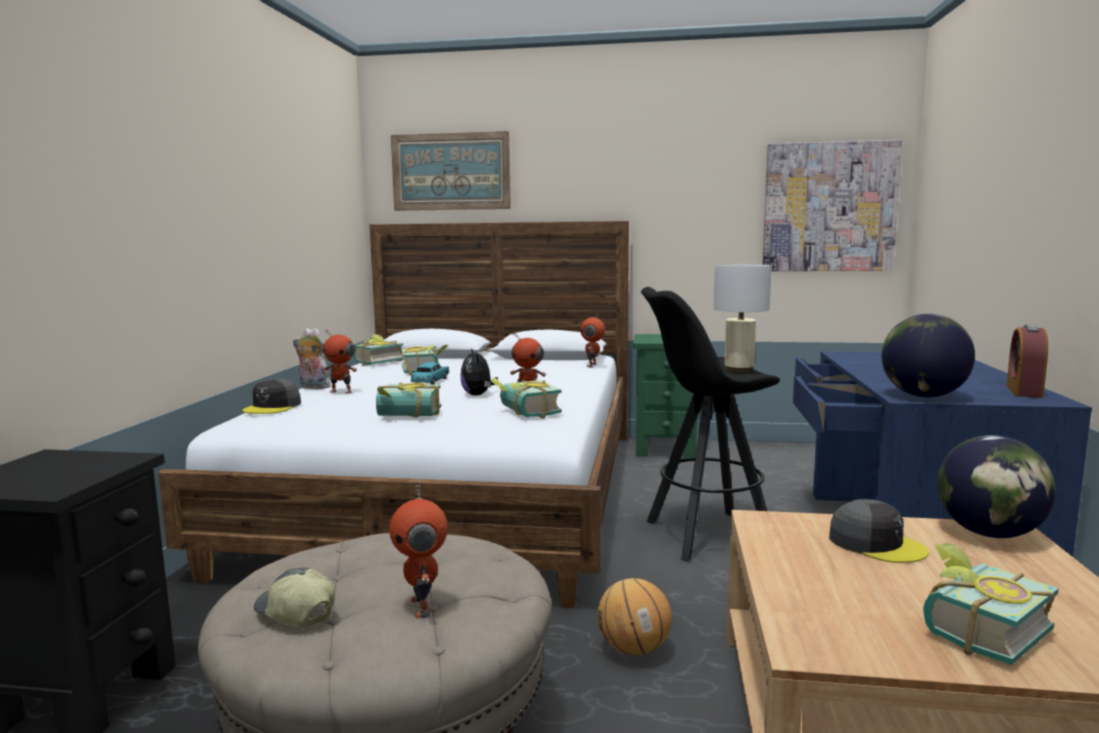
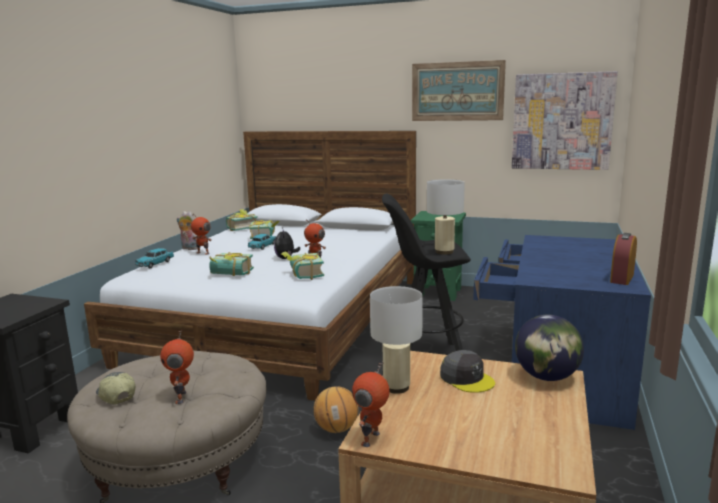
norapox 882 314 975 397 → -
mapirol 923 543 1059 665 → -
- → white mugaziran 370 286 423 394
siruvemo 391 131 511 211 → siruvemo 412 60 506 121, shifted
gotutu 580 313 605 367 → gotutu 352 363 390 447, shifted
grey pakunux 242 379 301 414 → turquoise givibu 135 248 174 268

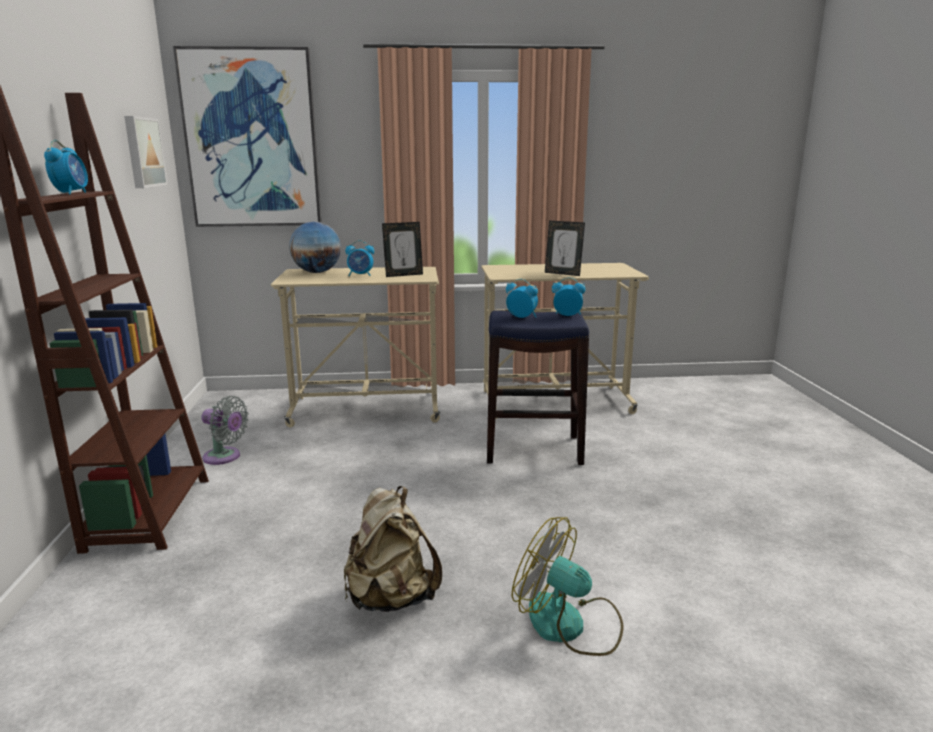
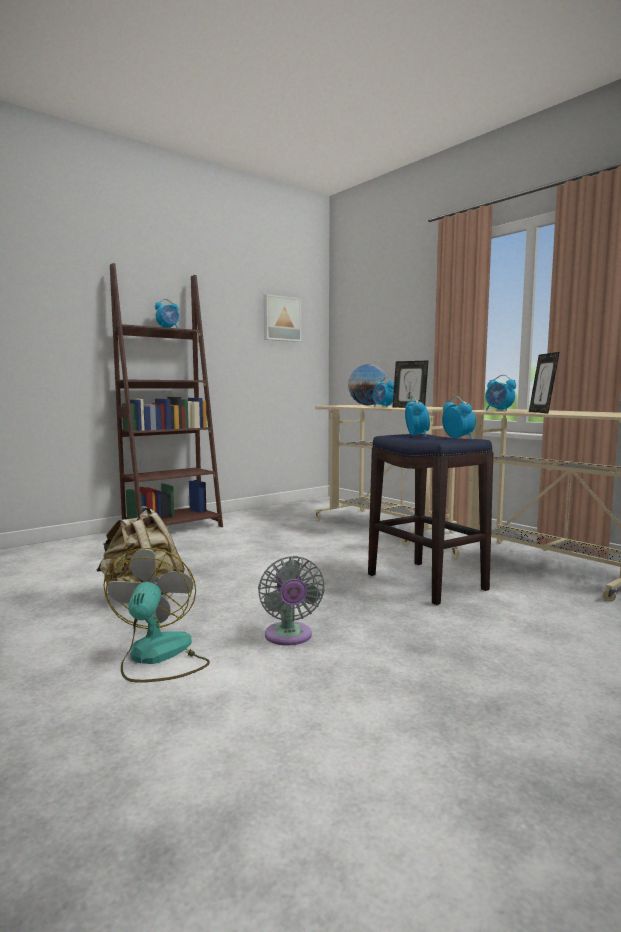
siruvemo 173 46 322 227 → -
- → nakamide 485 375 516 411
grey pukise 201 396 249 465 → grey pukise 258 556 325 646, shifted

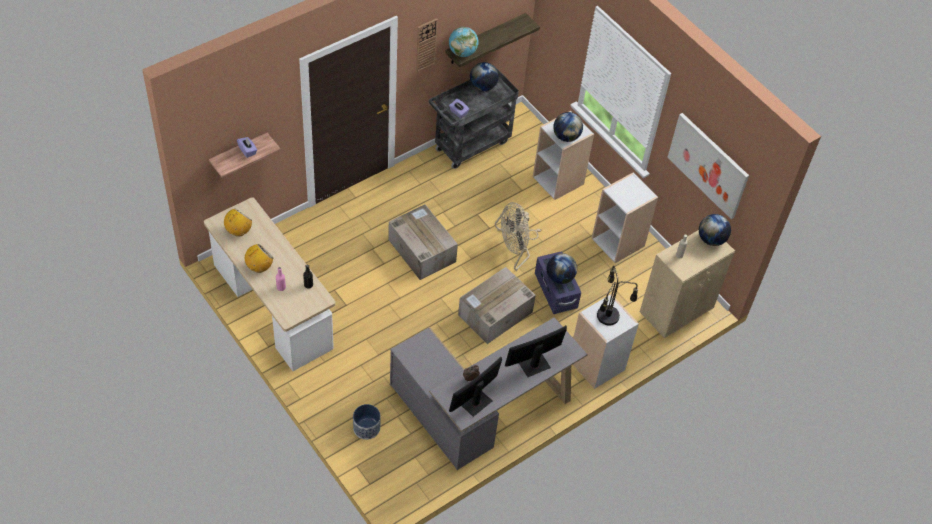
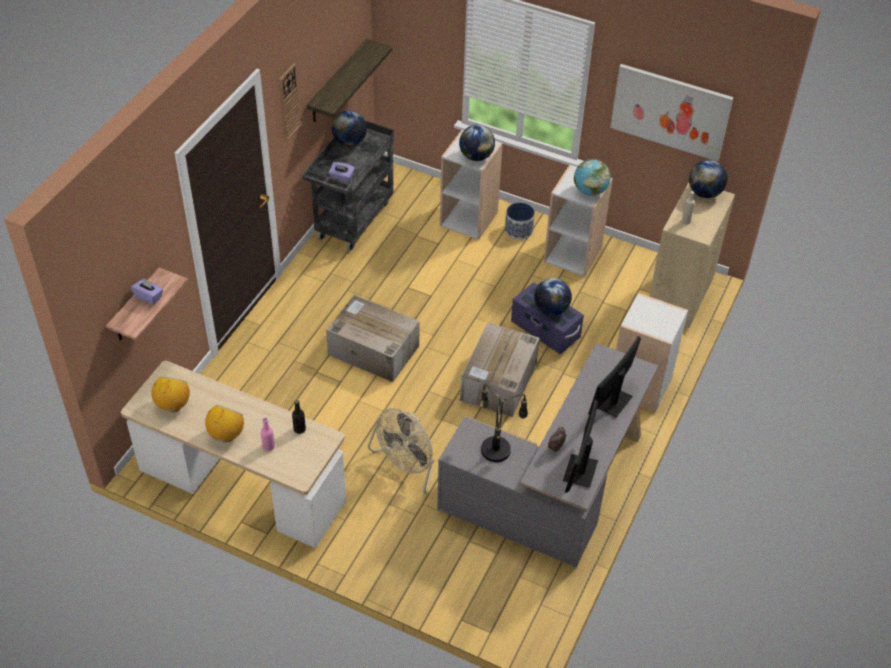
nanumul 353 404 381 440 → nanumul 505 202 535 240, shifted
norapox 449 27 479 57 → norapox 574 159 611 196, shifted
beige pukise 495 202 542 271 → beige pukise 368 408 434 494, shifted
mugaziran 597 266 638 325 → mugaziran 480 384 528 462, shifted

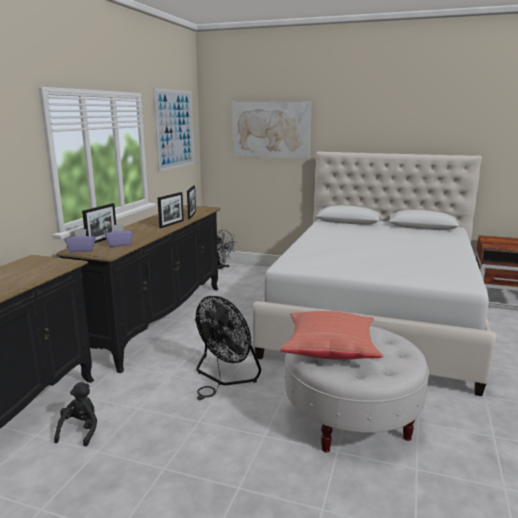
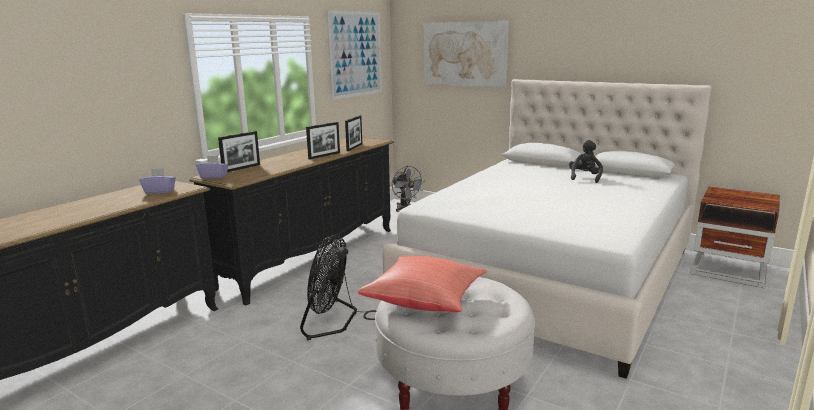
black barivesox 54 382 97 446 → black barivesox 569 140 603 183, shifted
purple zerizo 105 224 133 247 → purple zerizo 139 168 176 194, shifted
black pukise 195 296 261 401 → black pukise 300 234 377 341, 135 degrees counterclockwise

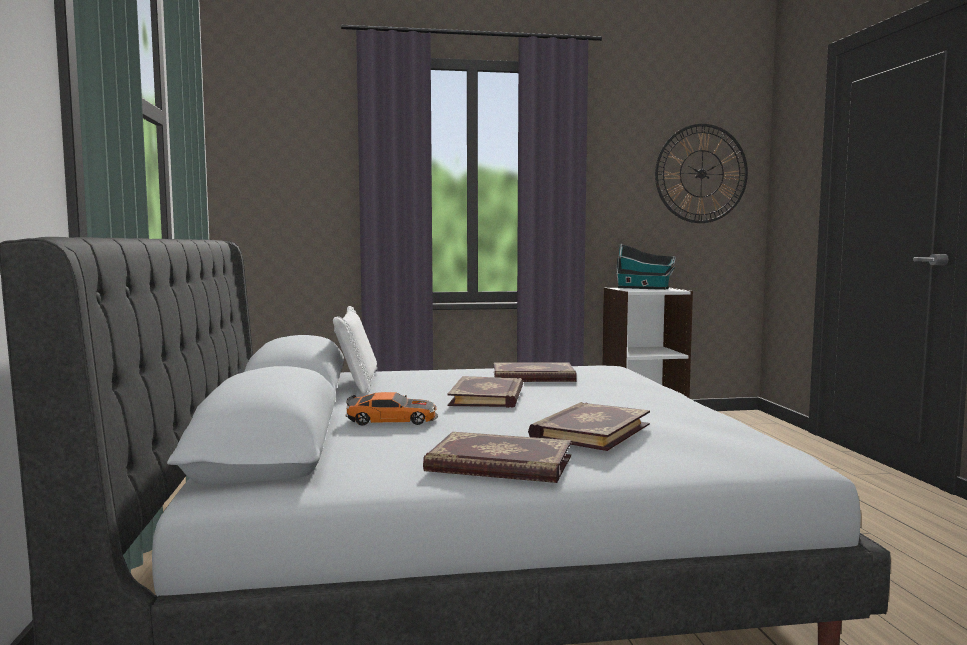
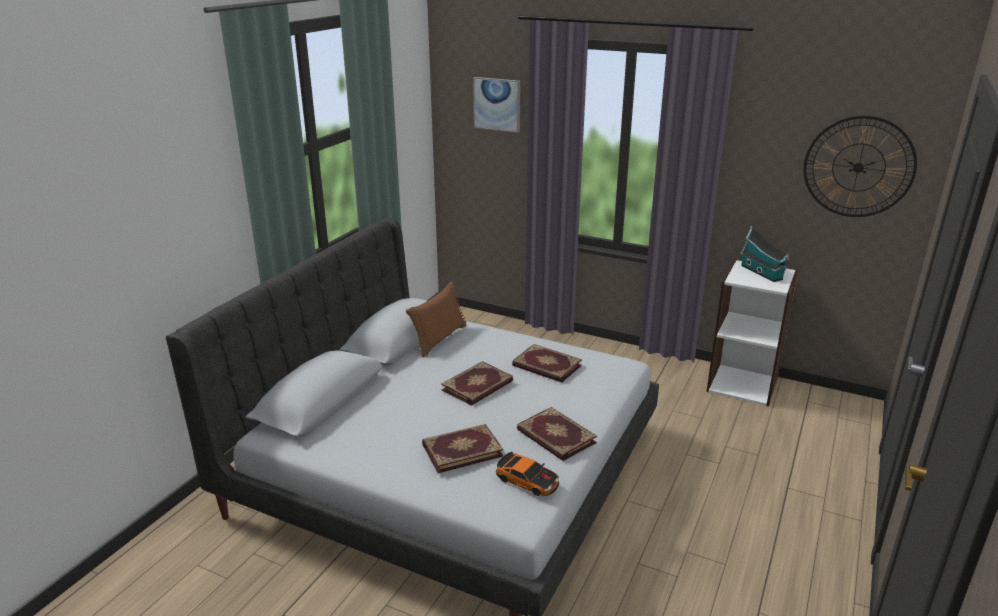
- → siruvemo 473 77 520 133
givibu 346 392 438 426 → givibu 496 452 559 496, shifted
mapirol 423 432 571 483 → mapirol 517 407 597 461, shifted
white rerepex 333 306 378 394 → brown rerepex 406 282 466 357

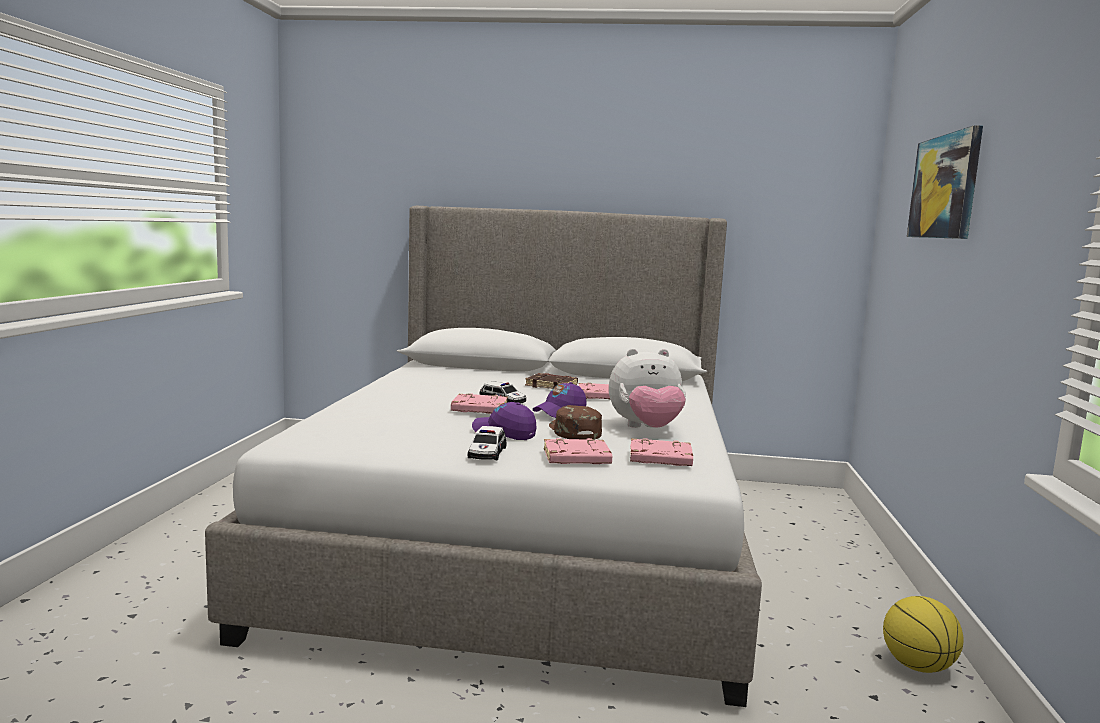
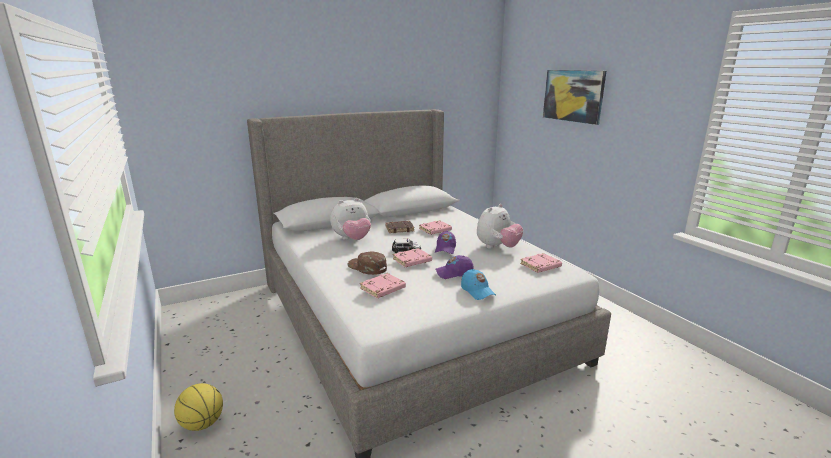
- → barivesox 330 198 371 240
pink mapirol 544 438 612 464 → pink mapirol 360 273 406 298, shifted
brown pakunux 549 405 602 440 → brown pakunux 348 251 387 275, shifted
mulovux 883 596 963 673 → mulovux 174 383 223 431, shifted
givibu 467 426 507 461 → blue pakunux 461 269 496 300

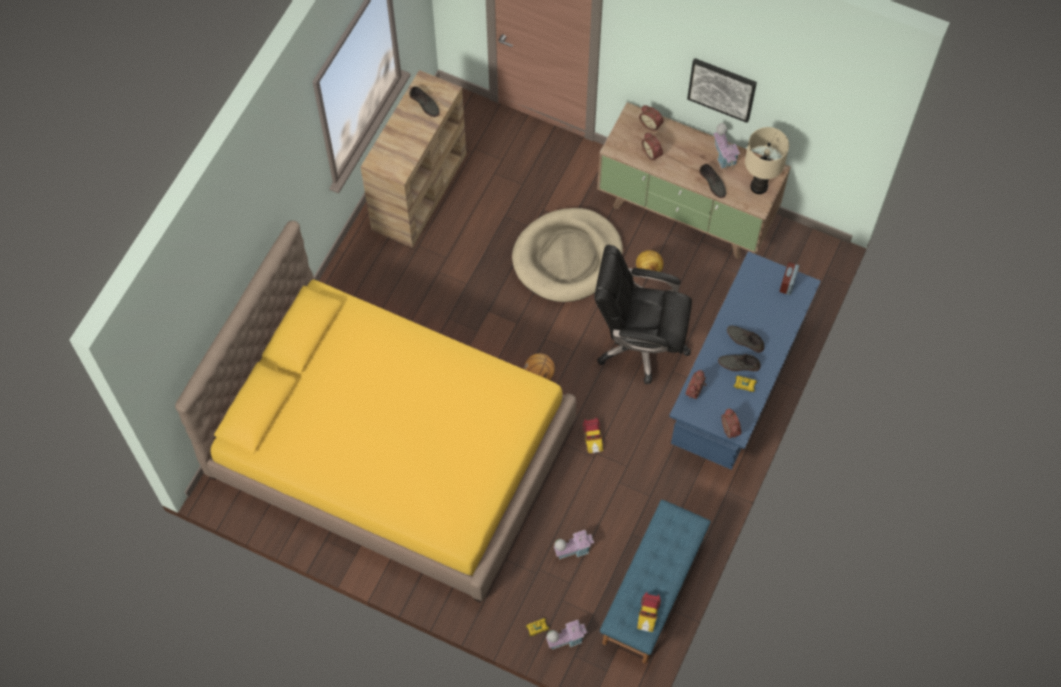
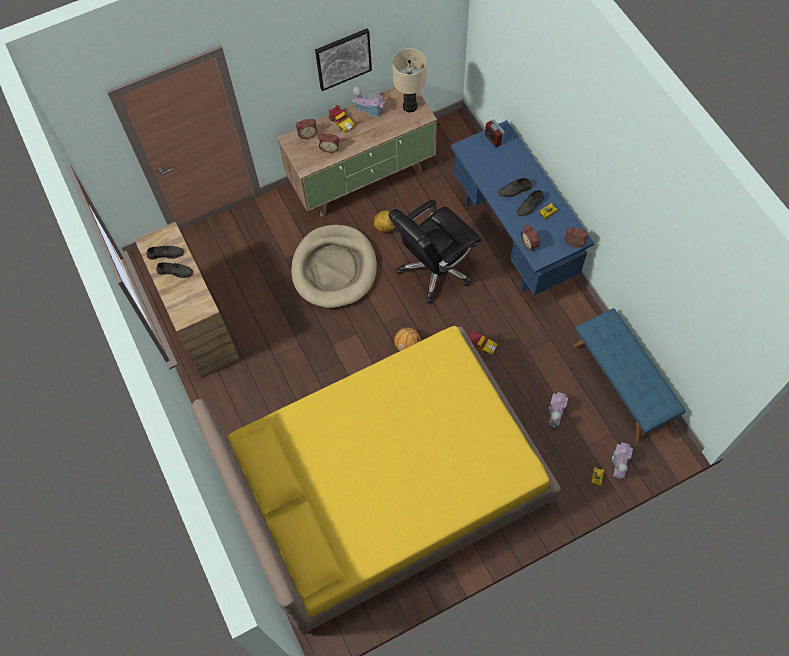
givibu 637 592 661 632 → givibu 329 105 355 132, shifted
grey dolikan 699 164 726 198 → grey dolikan 156 262 193 278, shifted

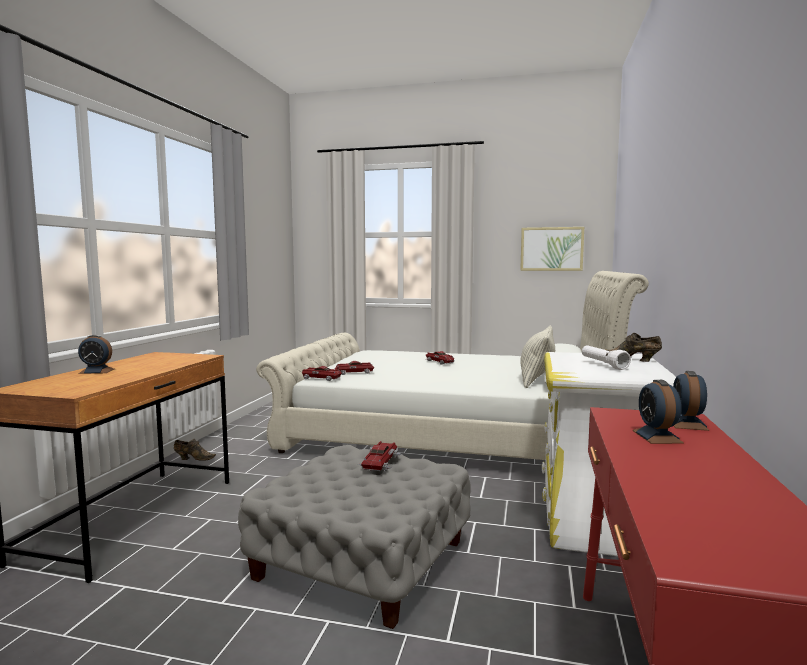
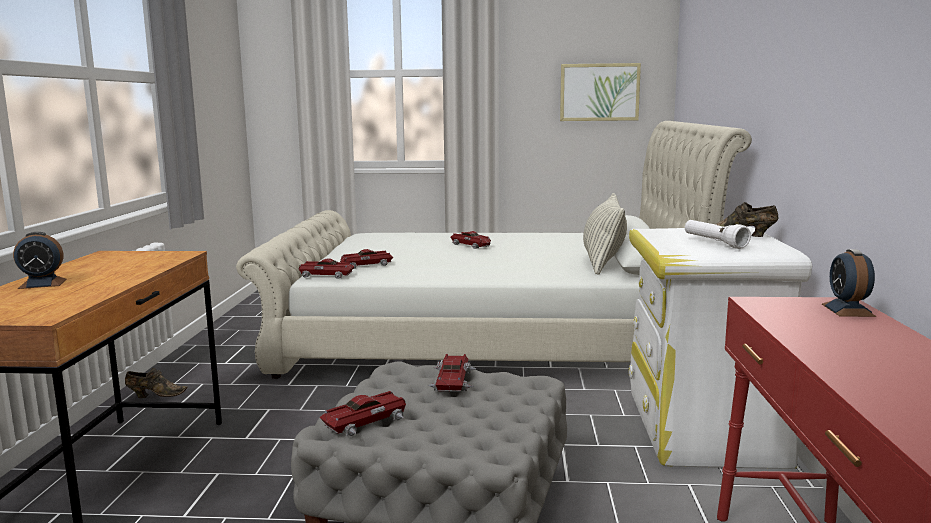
nakamide 632 380 684 444 → -
- → givibu 319 391 406 436

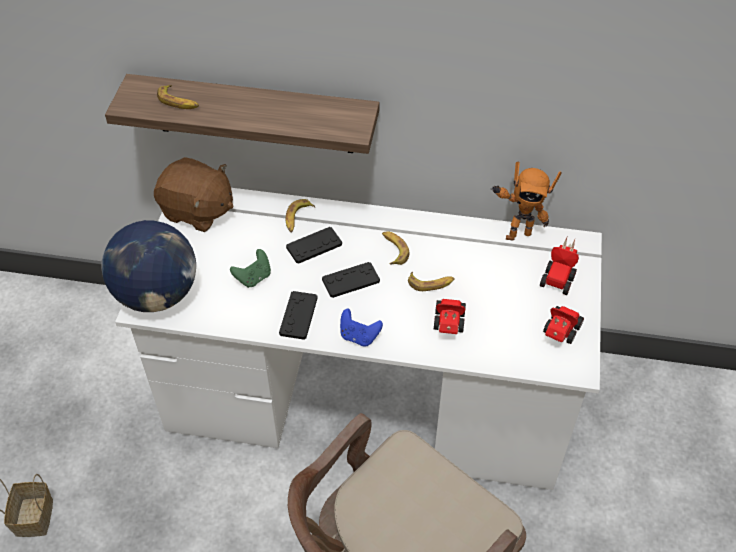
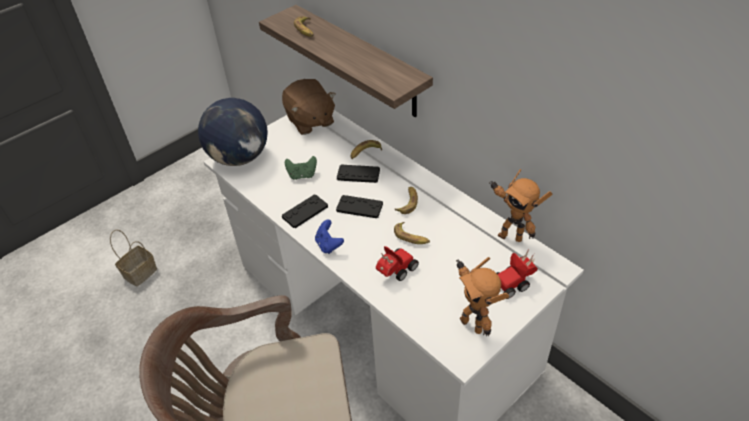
givibu 543 306 584 344 → gotutu 456 257 509 336

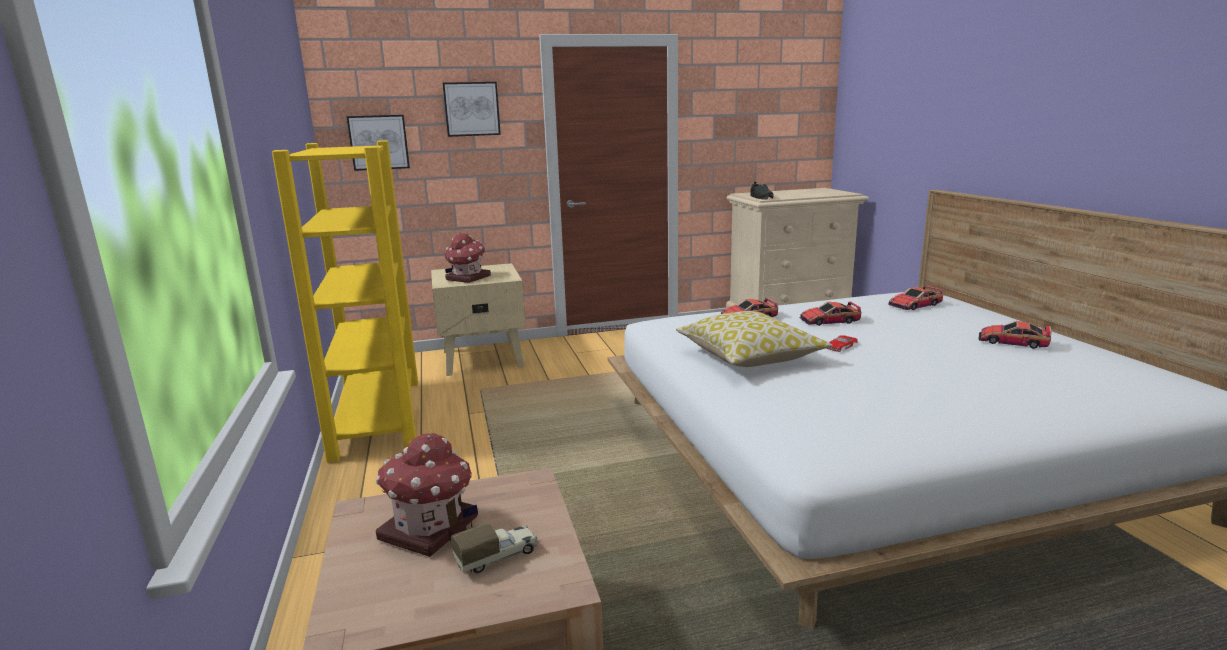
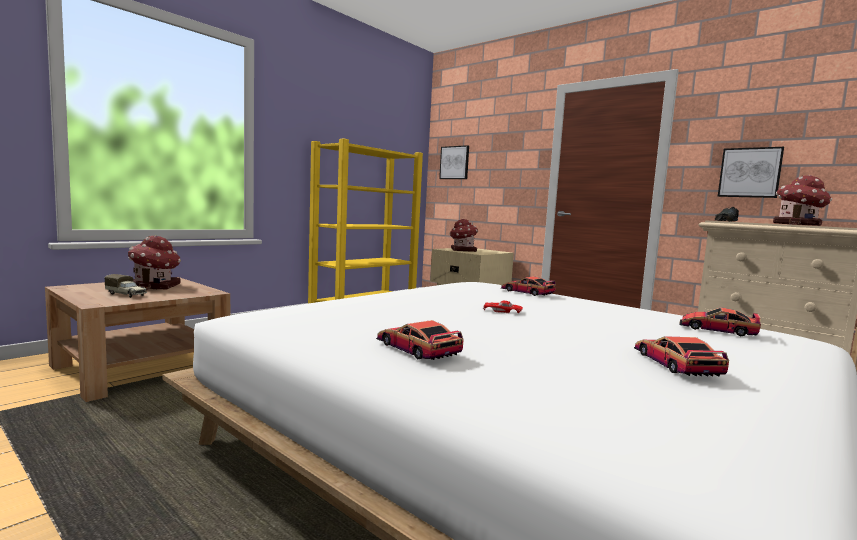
rerepex 676 311 832 367 → -
- → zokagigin 773 175 832 226
siruvemo 443 82 501 137 → siruvemo 718 147 784 198, shifted
givibu 800 302 861 326 → givibu 376 320 464 360, shifted

